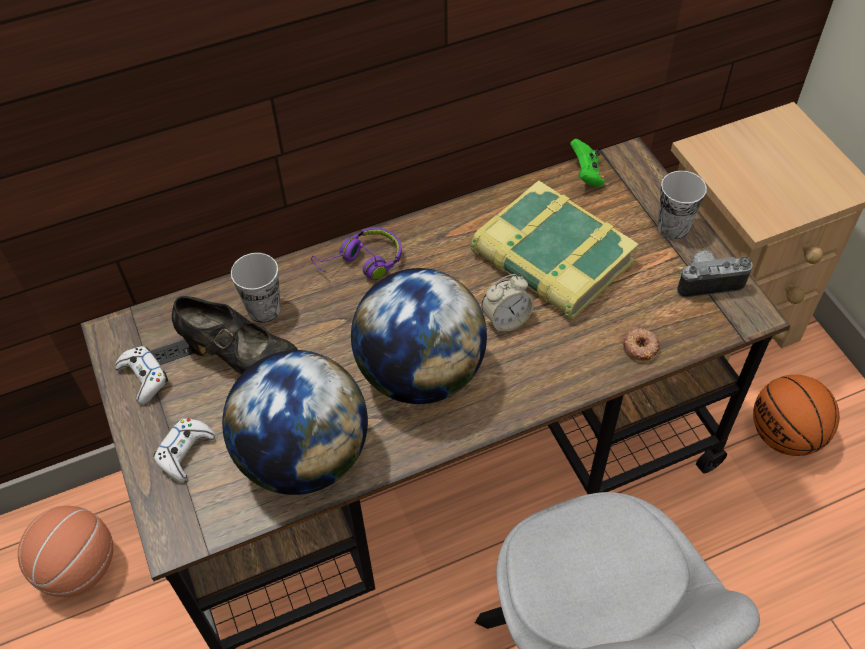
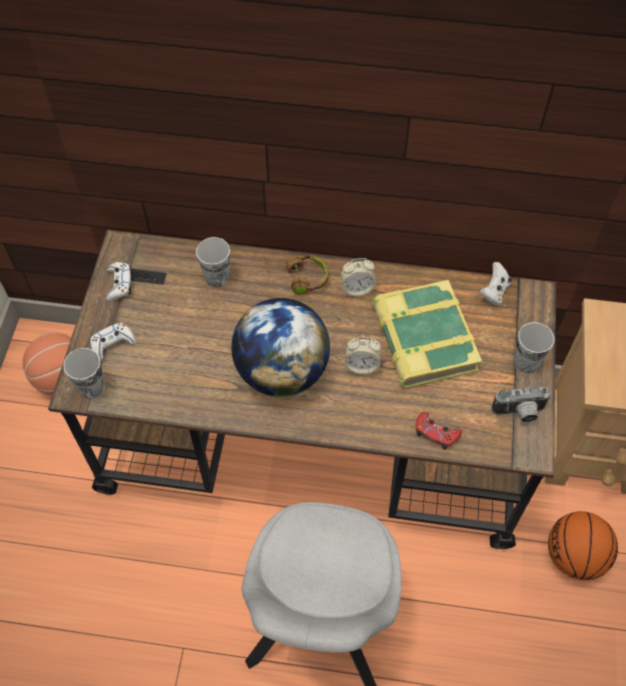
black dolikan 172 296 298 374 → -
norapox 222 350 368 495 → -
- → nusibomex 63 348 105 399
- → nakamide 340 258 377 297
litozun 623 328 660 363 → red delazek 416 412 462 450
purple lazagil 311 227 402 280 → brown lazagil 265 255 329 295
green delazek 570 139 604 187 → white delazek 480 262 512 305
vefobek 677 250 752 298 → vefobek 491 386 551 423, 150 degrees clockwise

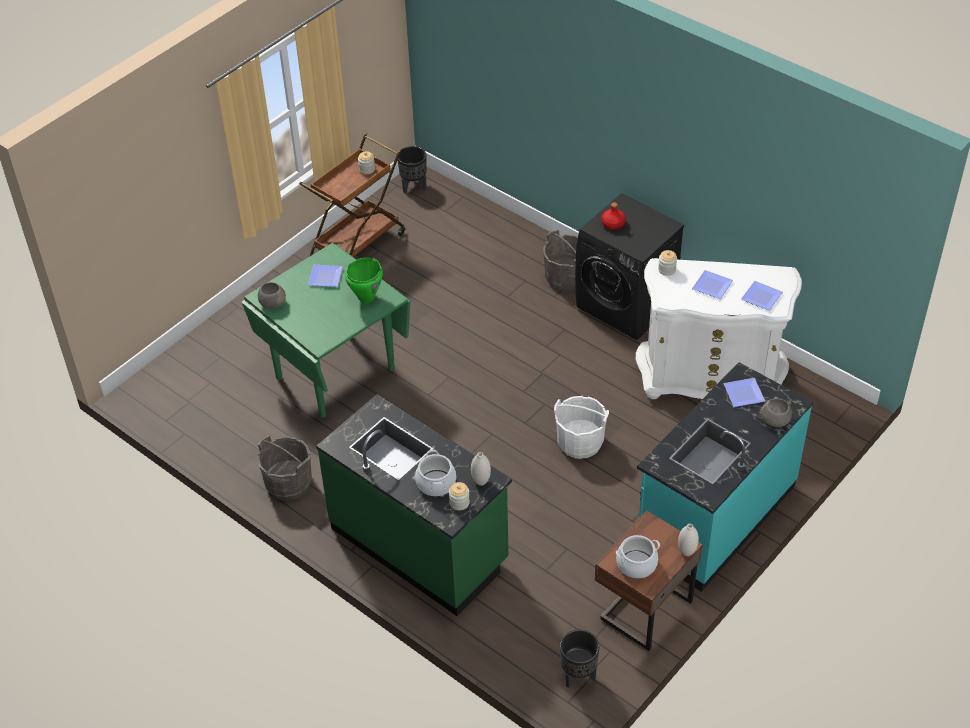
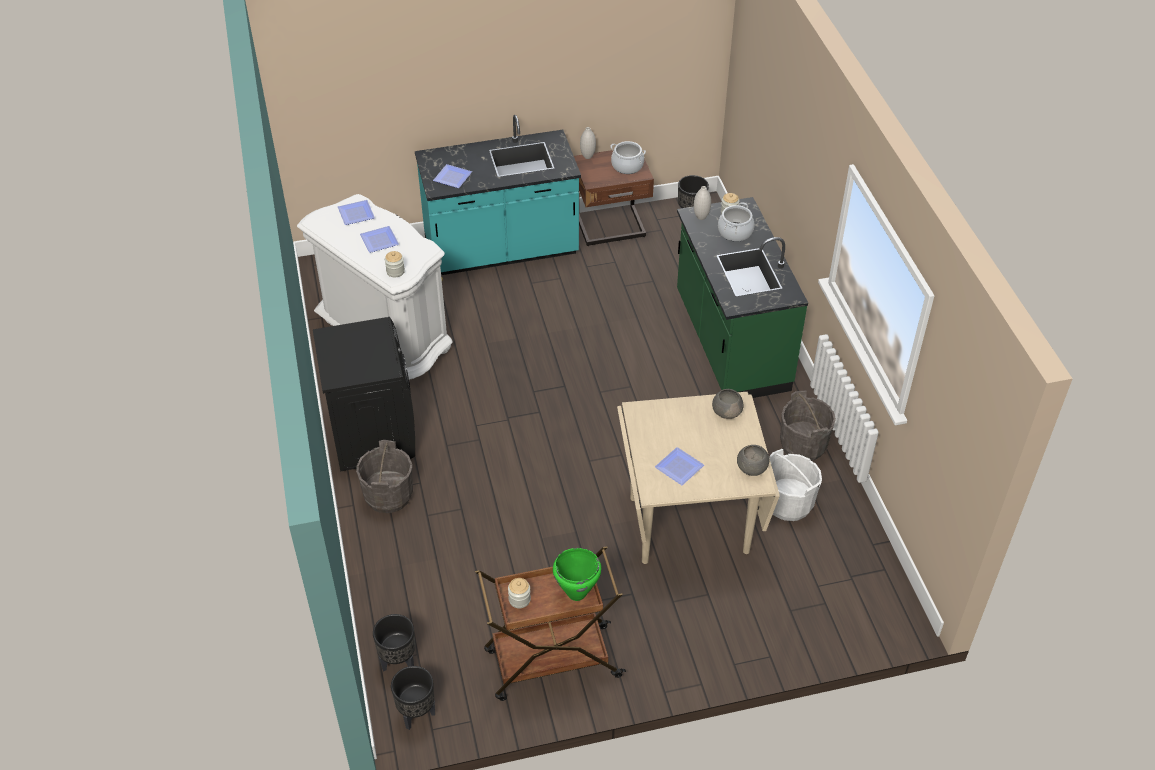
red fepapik 601 202 626 230 → -
- → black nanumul 373 614 415 671
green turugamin 345 257 383 303 → green turugamin 553 548 602 601, shifted
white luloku 554 396 609 459 → white luloku 769 449 822 521, shifted
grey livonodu 761 398 792 427 → grey livonodu 712 389 743 419, shifted
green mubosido 242 243 410 418 → beige mubosido 617 392 780 564

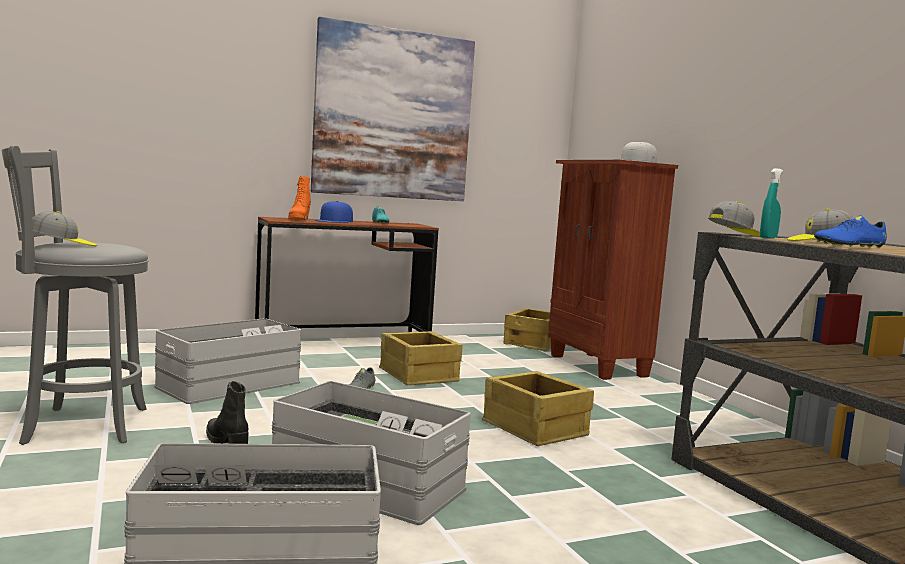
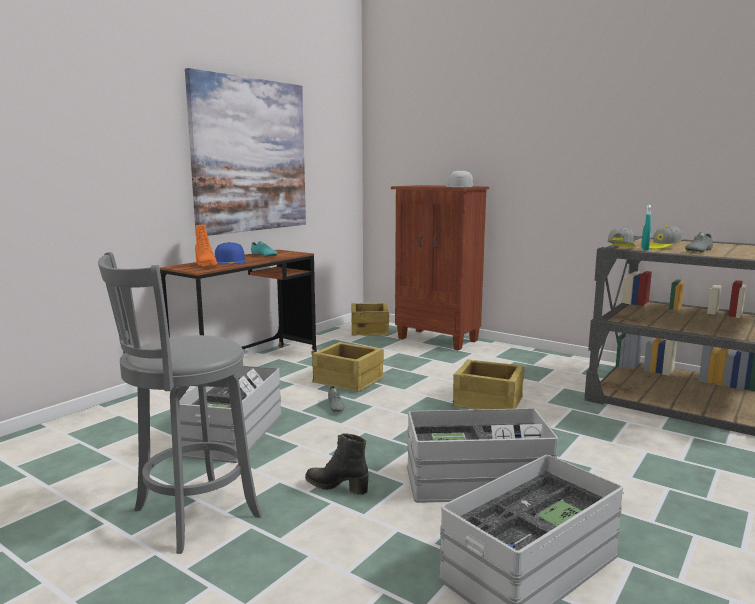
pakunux 32 211 97 246 → -
blue dolikan 814 215 887 248 → grey dolikan 685 232 713 253

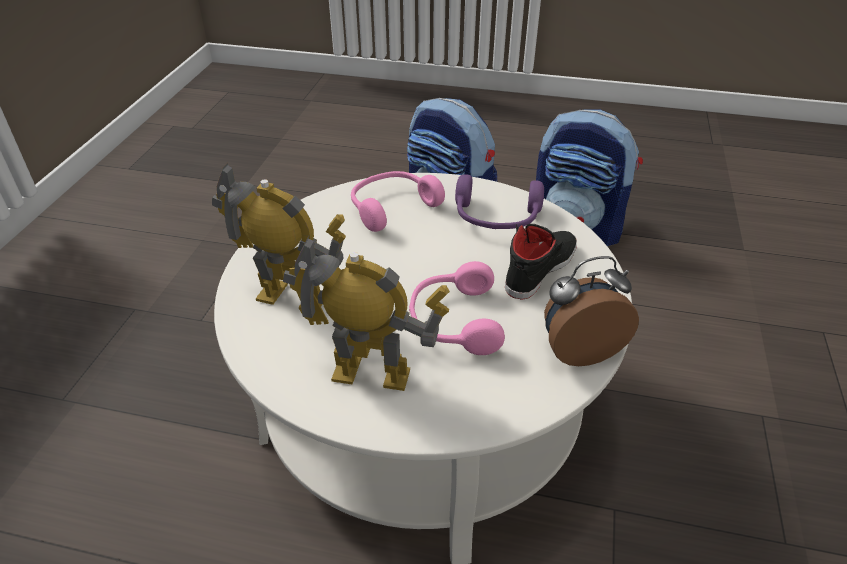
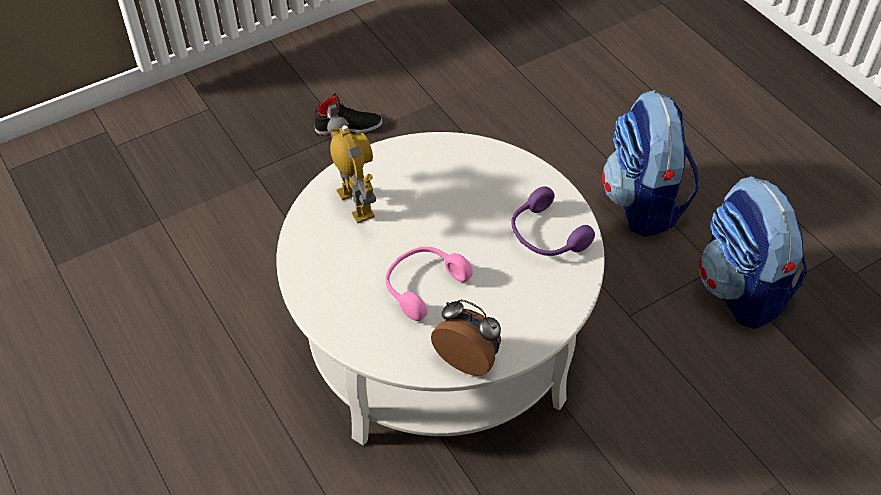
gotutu 283 236 450 391 → -
pink lazagil 351 171 445 232 → -
black dolikan 505 224 577 300 → black dolikan 314 93 382 135, shifted

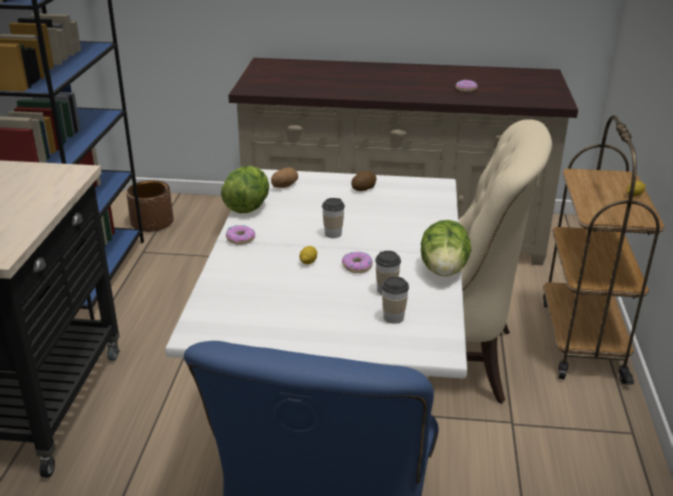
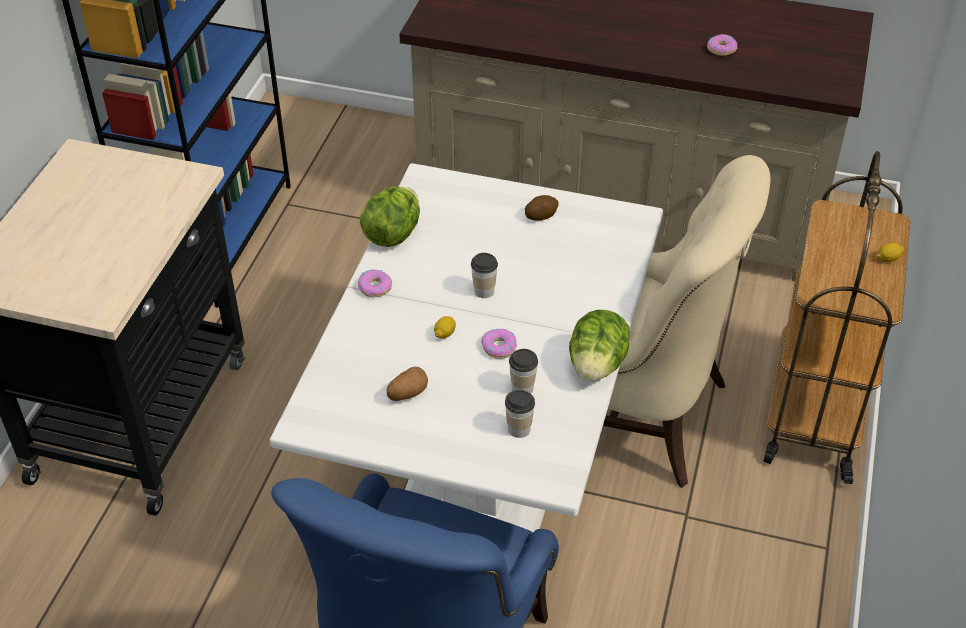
brown nanumul 126 180 174 232 → -
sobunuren 271 167 298 188 → sobunuren 387 367 428 401, shifted

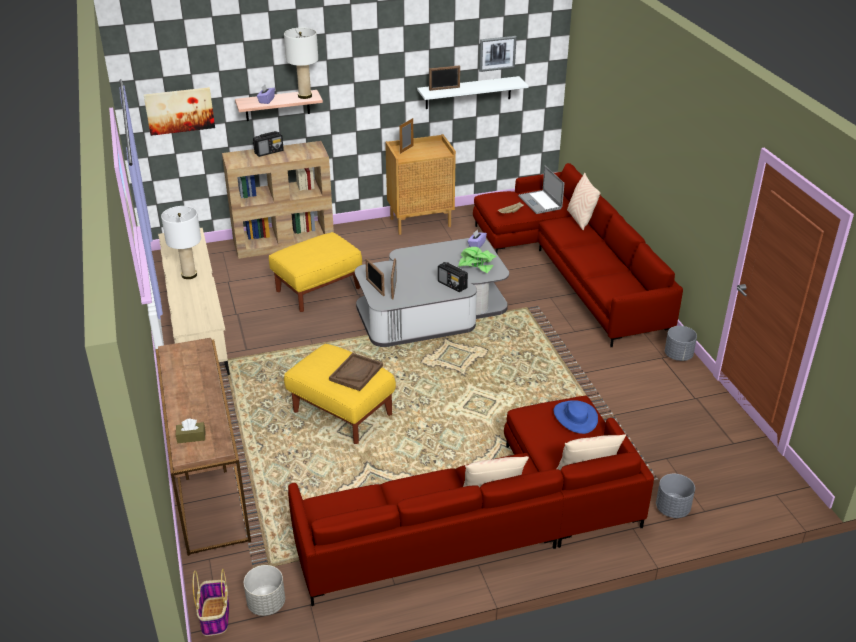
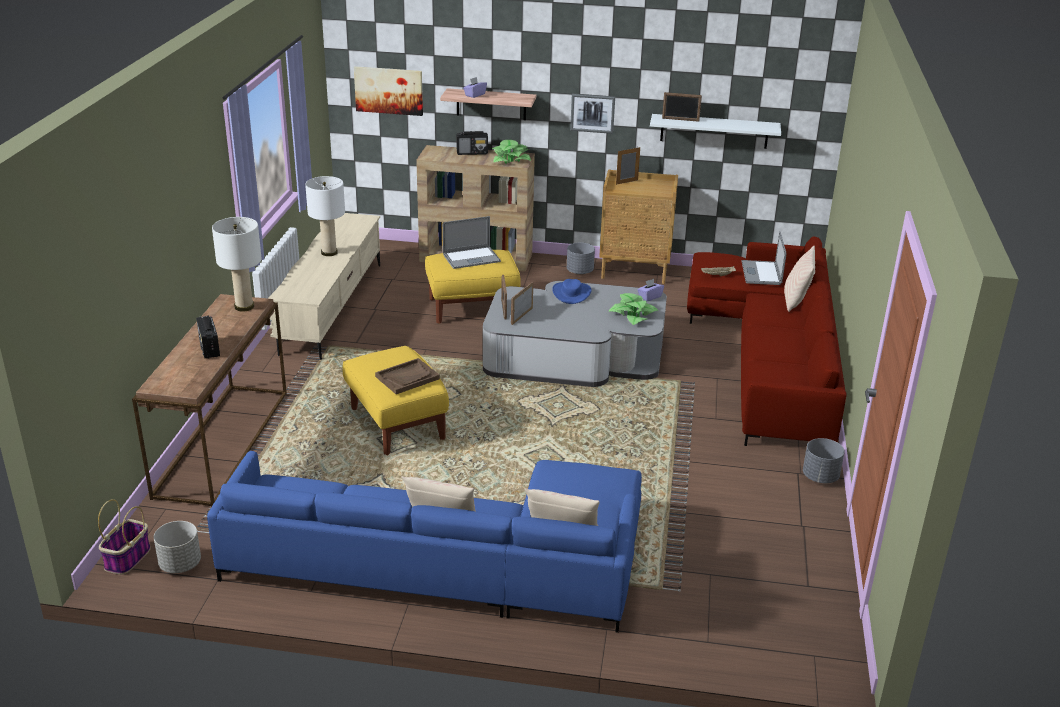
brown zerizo 176 418 205 443 → -
- → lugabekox 442 216 501 269
- → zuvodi 492 140 531 164
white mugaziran 284 27 318 99 → white mugaziran 212 217 262 311, shifted
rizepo 438 262 468 292 → rizepo 196 315 220 358, shifted
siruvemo 479 36 517 72 → siruvemo 570 94 615 134, shifted
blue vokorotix 553 400 598 434 → blue vokorotix 552 279 591 304, shifted
grey nanumul 656 474 695 518 → grey nanumul 567 243 595 274, shifted
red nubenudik 288 395 654 606 → blue nubenudik 207 451 642 633

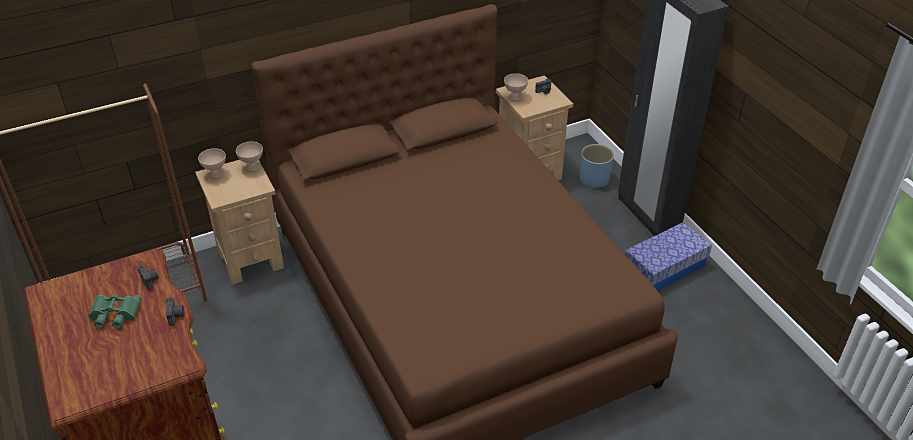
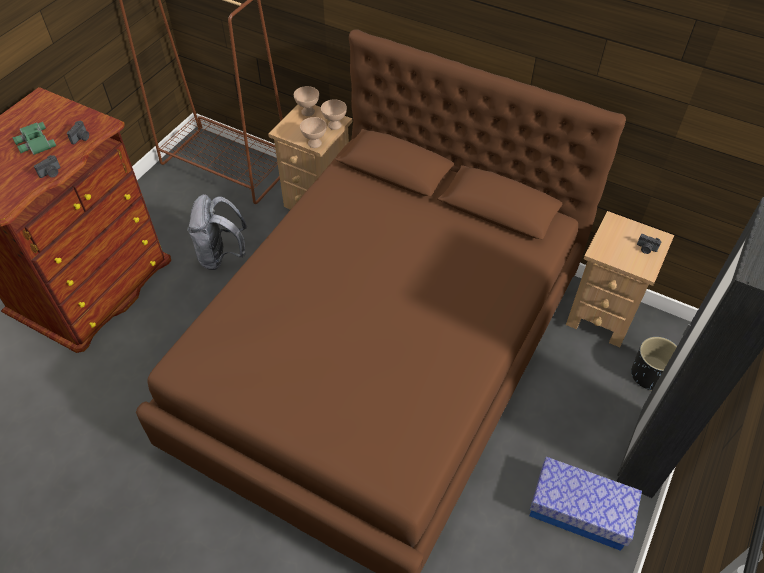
- → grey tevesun 187 194 247 270
beige livonodu 504 73 528 101 → beige livonodu 300 117 327 148, shifted
blue nanumul 580 144 614 188 → black nanumul 631 337 677 391

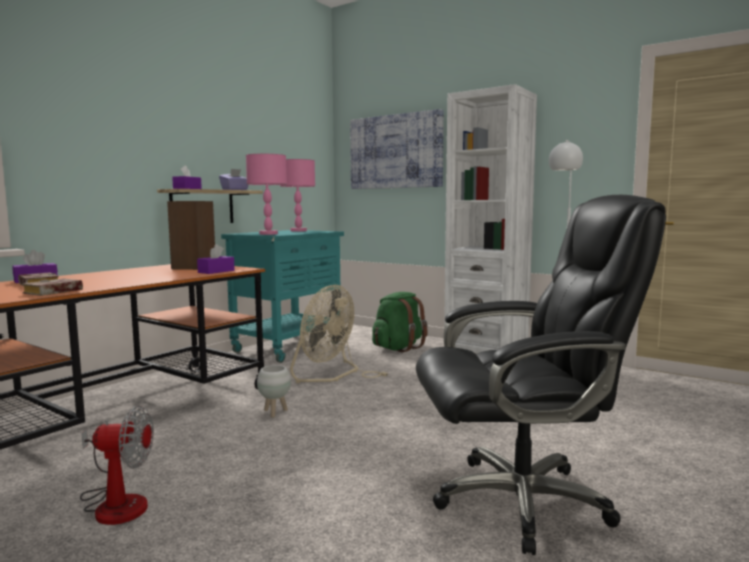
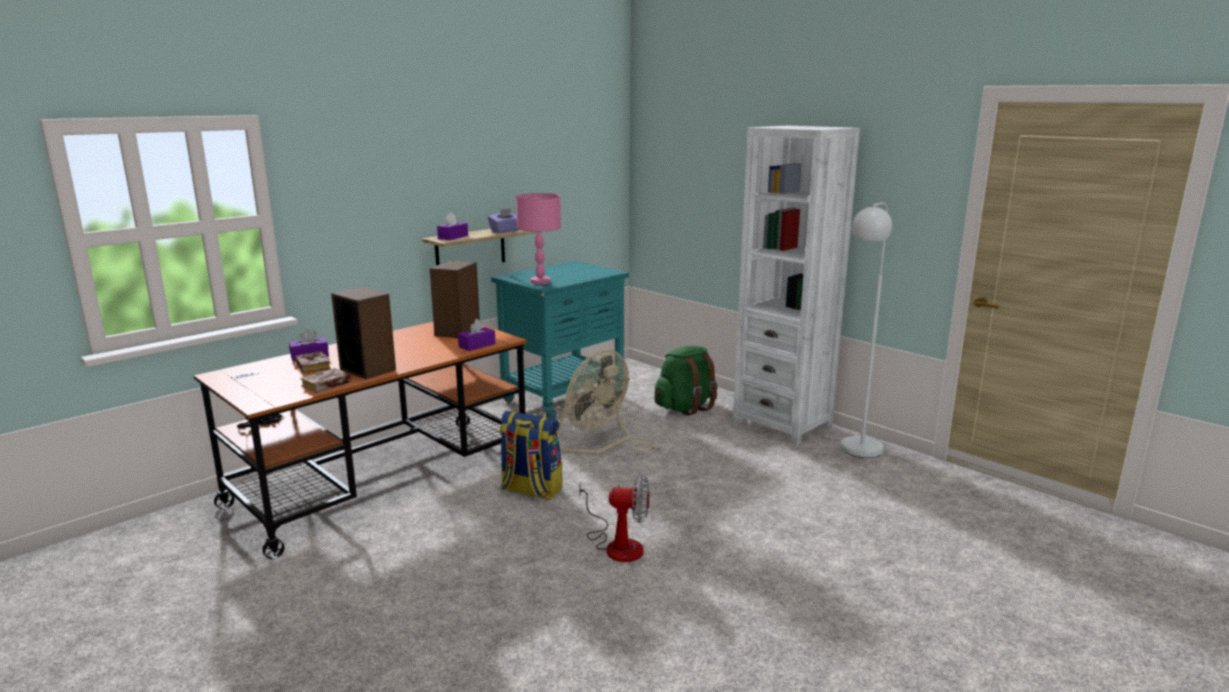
pink mugaziran 280 159 315 232 → -
siruvemo 350 109 444 189 → -
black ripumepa 416 195 666 555 → -
- → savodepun 331 287 396 379
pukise 80 406 154 525 → pukise 579 475 650 562, shifted
white nanumul 257 365 291 418 → tevesun 500 411 562 500

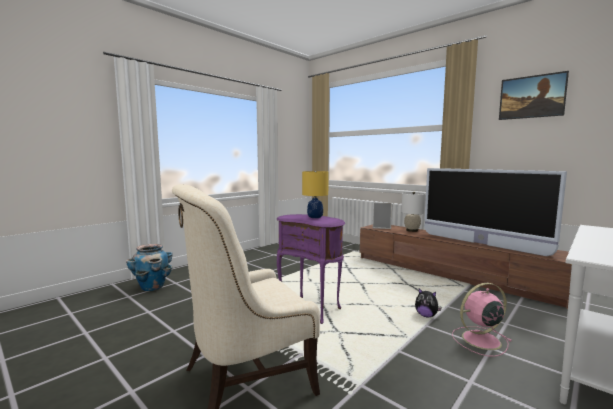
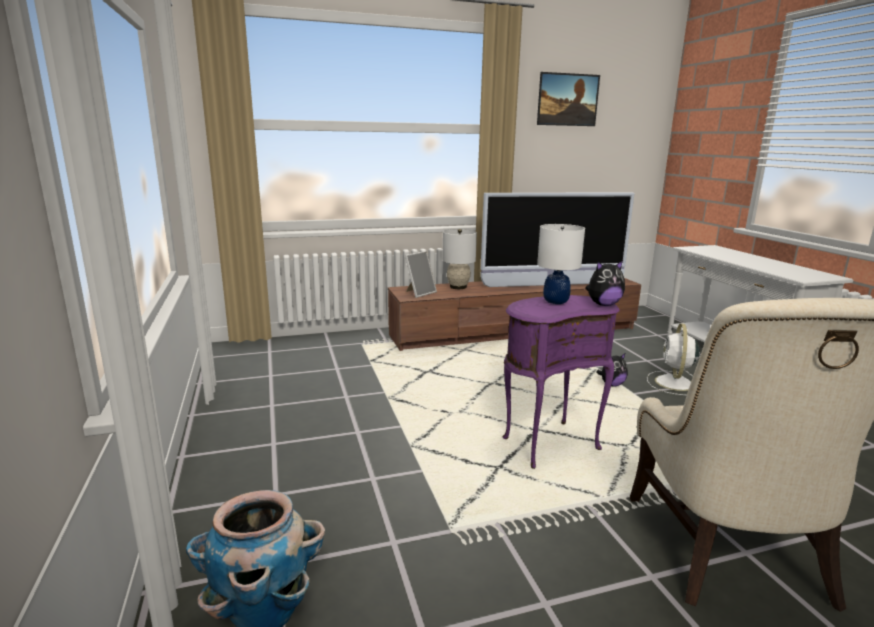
- → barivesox 585 260 625 306
yellow mugaziran 302 171 329 218 → white mugaziran 537 224 585 304
pink pukise 452 283 512 357 → white pukise 647 323 700 395

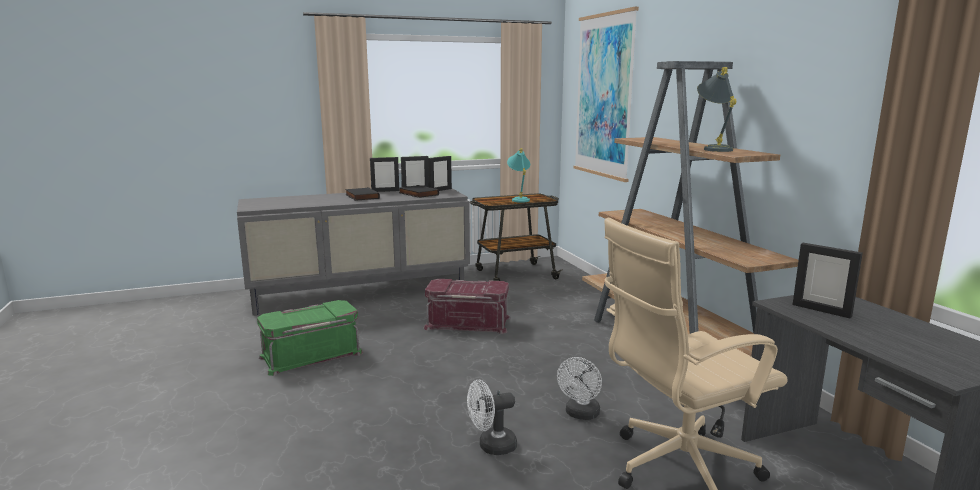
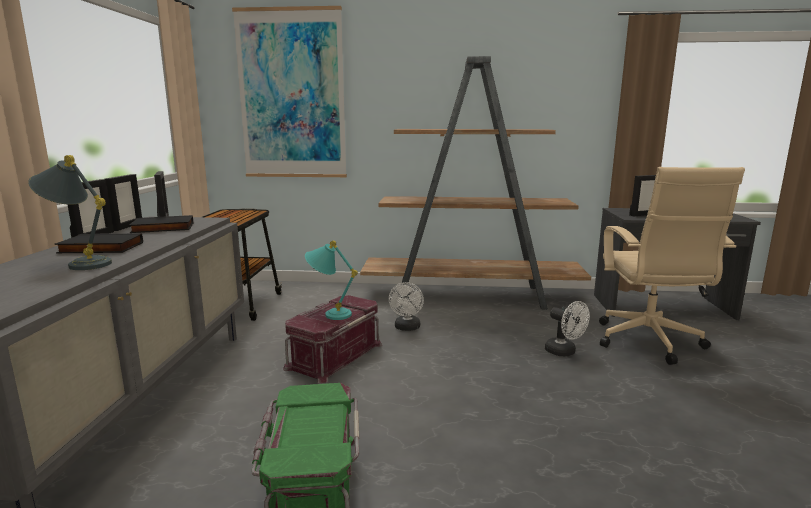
white pukise 467 380 517 455 → white pukise 389 282 424 331, shifted
turquoise mugaziran 507 148 530 203 → turquoise mugaziran 305 241 358 320, shifted
grey mugaziran 697 67 736 152 → grey mugaziran 28 155 112 270, shifted

